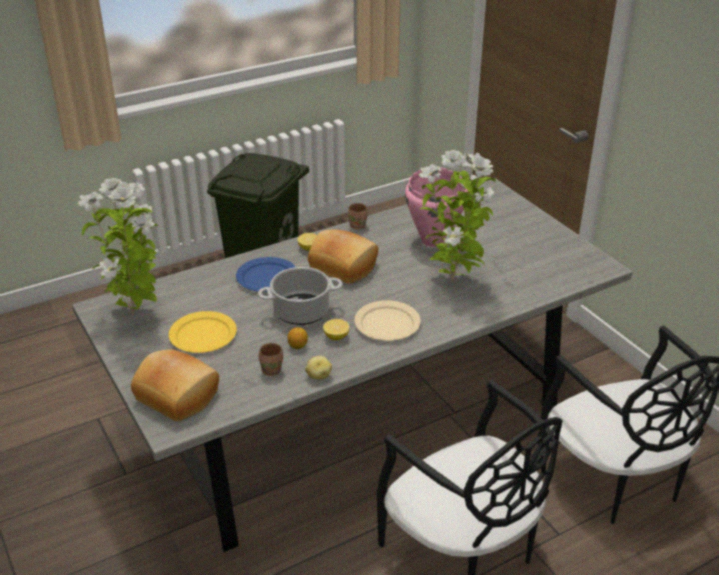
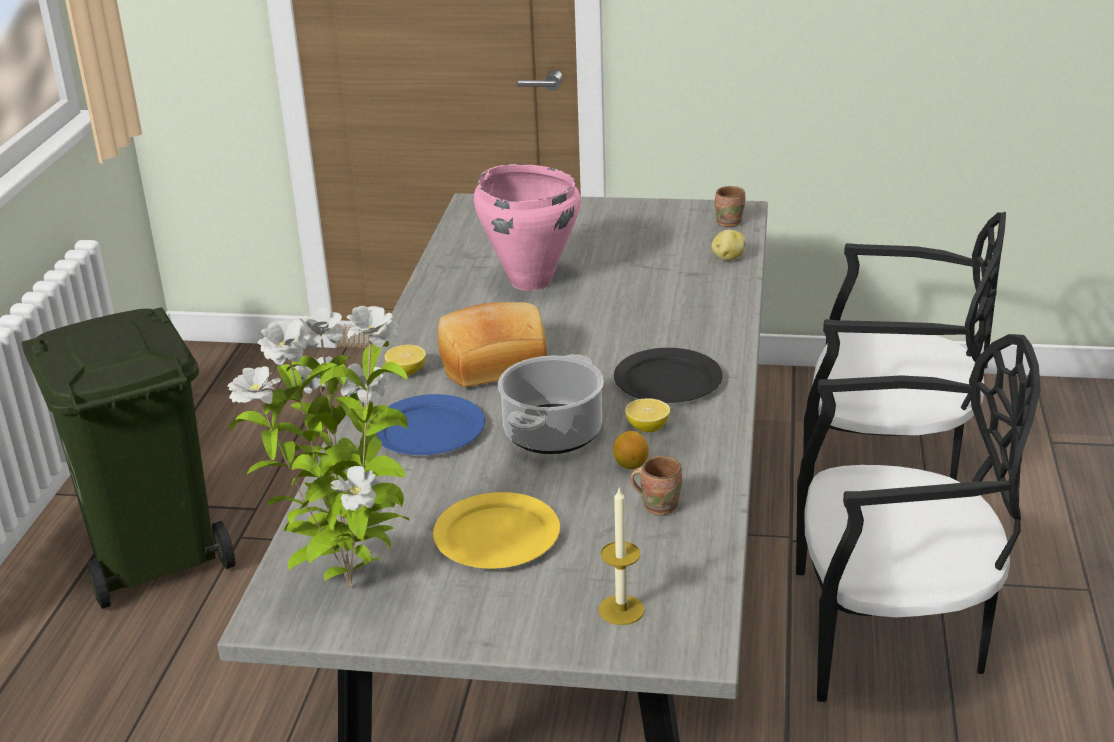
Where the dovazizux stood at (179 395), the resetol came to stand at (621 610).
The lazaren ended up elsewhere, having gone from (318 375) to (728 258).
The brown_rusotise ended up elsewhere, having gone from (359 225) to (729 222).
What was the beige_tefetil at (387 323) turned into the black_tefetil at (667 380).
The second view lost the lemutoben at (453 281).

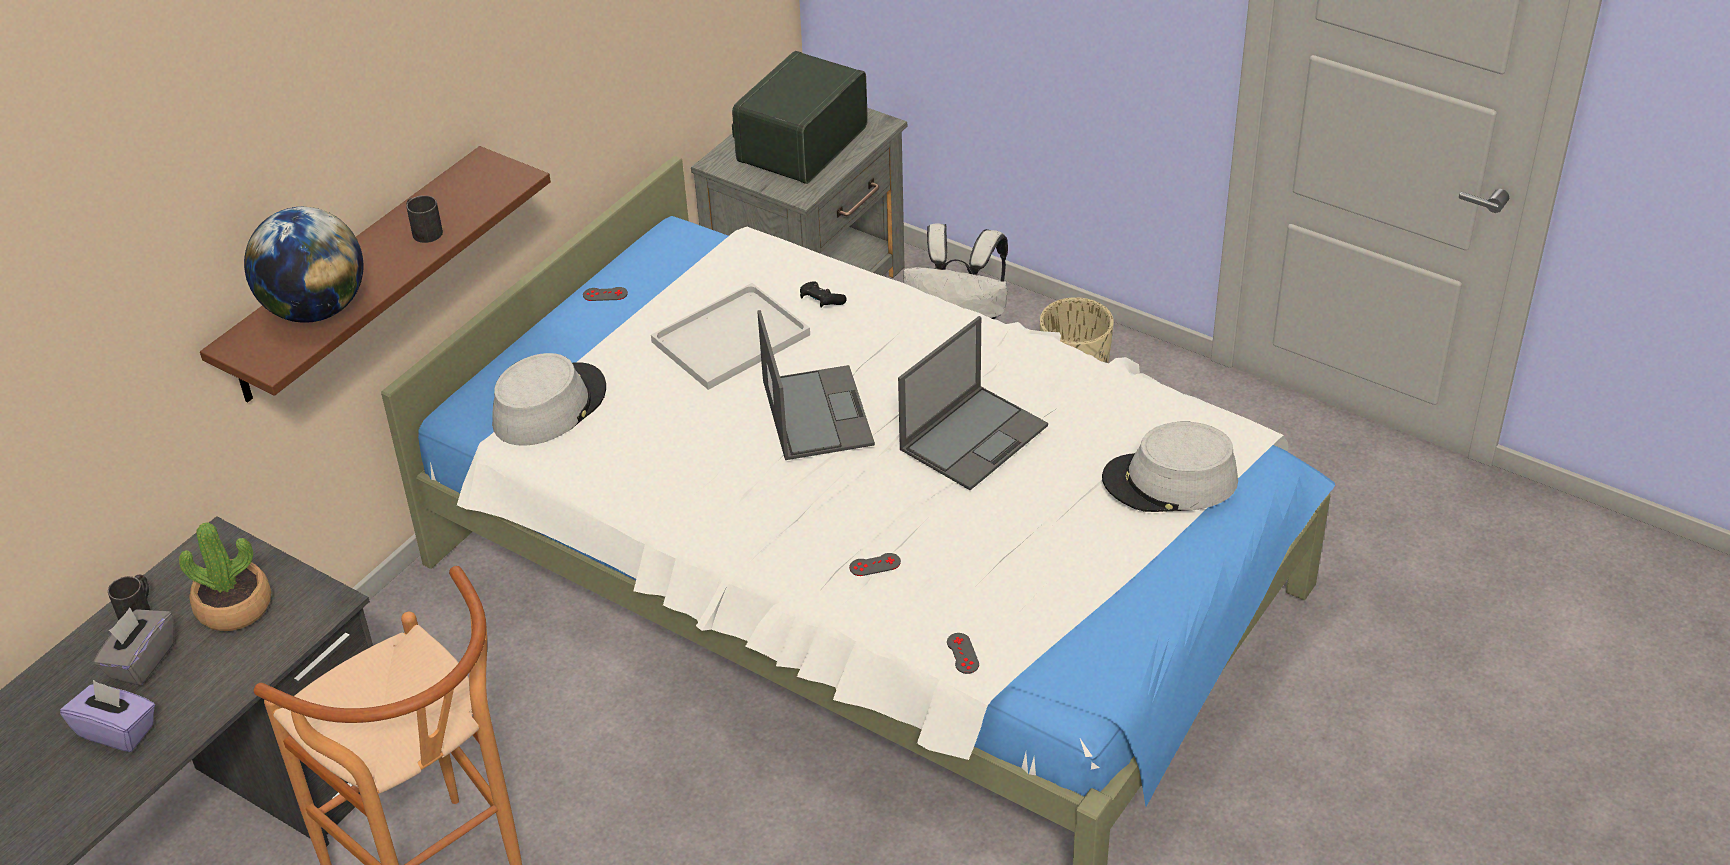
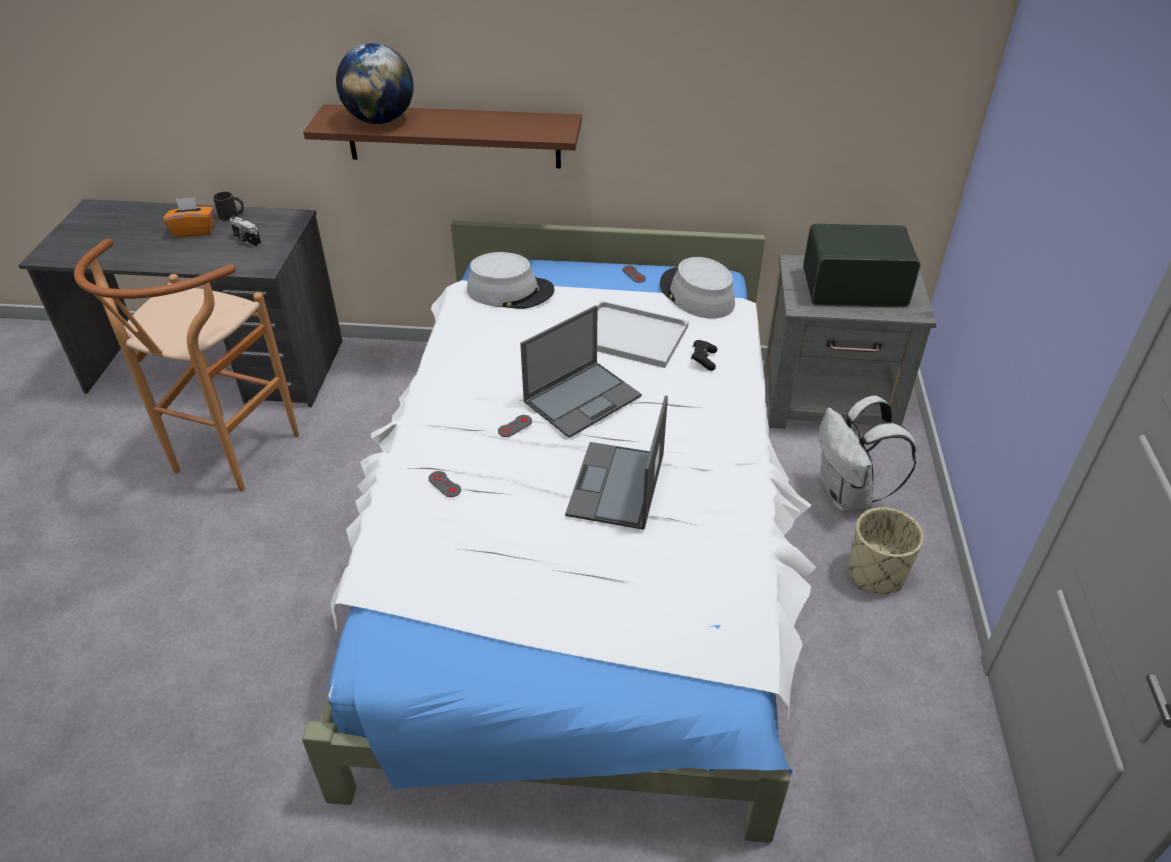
The second view lost the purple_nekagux at (117 731).
What was the grey_nekagux at (141 661) turned into the orange_nekagux at (194 231).
Where the lemutoben stood at (234 606), the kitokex came to stand at (247 241).
The second view lost the black_rusotise at (423 230).
The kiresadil at (974 436) ended up facing another way, 90 degrees clockwise from before.
The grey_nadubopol ended up elsewhere, having gone from (962 653) to (515 426).
The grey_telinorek ended up elsewhere, having gone from (1170 481) to (696 294).

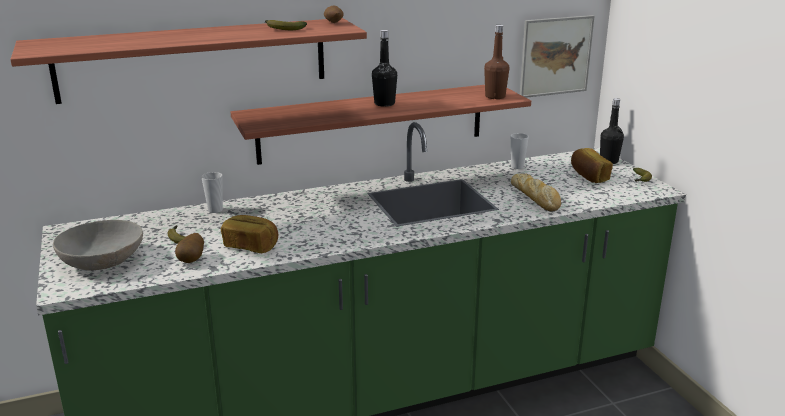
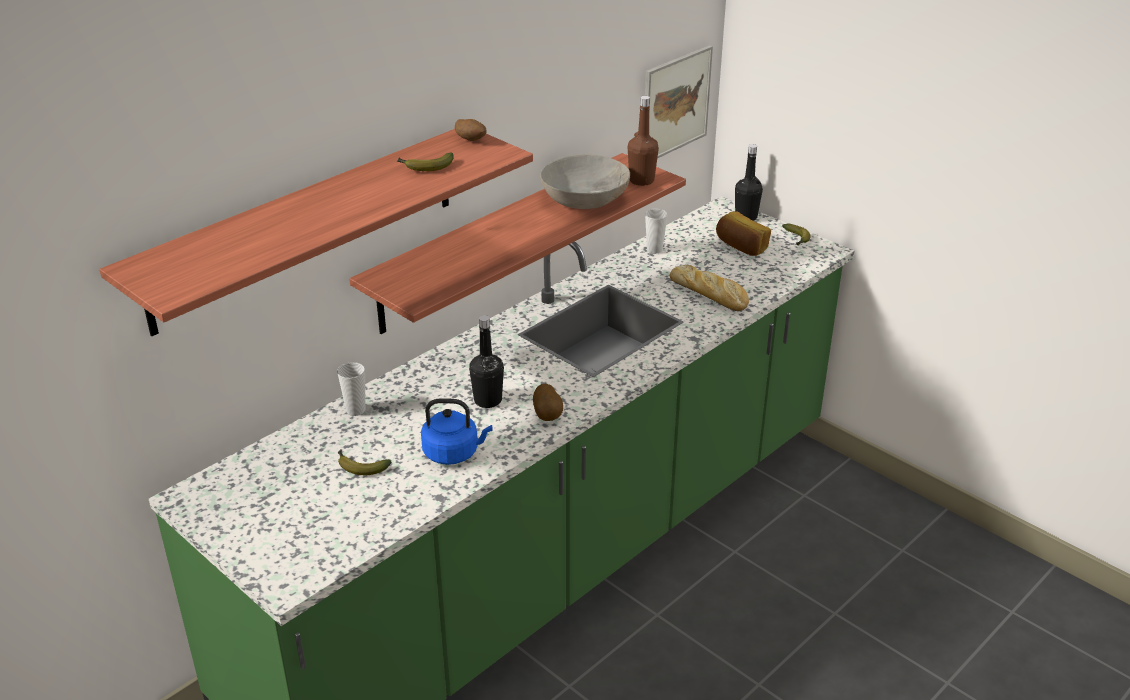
The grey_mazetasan ended up elsewhere, having gone from (103 260) to (585 199).
The lazaren ended up elsewhere, having gone from (192 260) to (548 415).
Where the dovazizux stood at (251 246), the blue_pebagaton came to stand at (454 453).
The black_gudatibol ended up elsewhere, having gone from (384 104) to (488 400).

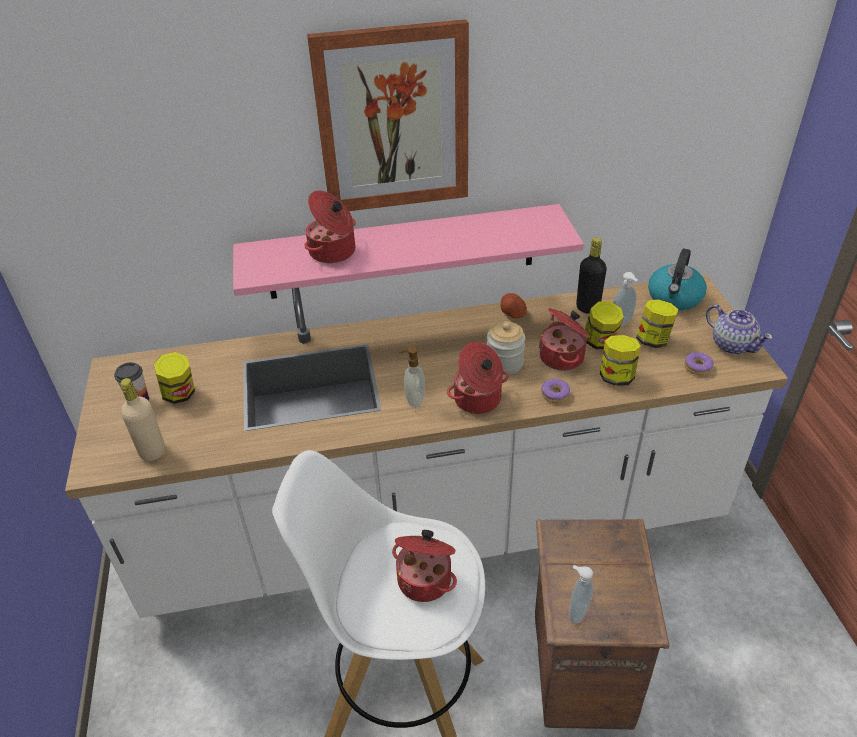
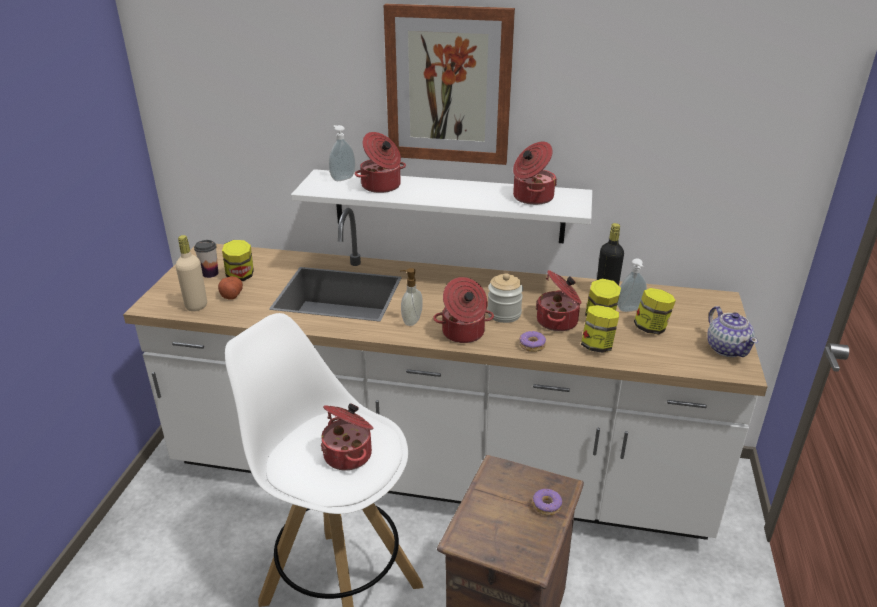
What was the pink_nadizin at (402 252) turned into the white_nadizin at (448 206).
The lazaren ended up elsewhere, having gone from (512 312) to (231 294).
The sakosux ended up elsewhere, having gone from (576 611) to (342 178).
The second view lost the pebagaton at (674 298).
The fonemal ended up elsewhere, having gone from (697 367) to (547 506).
The second view gained the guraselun at (531 197).

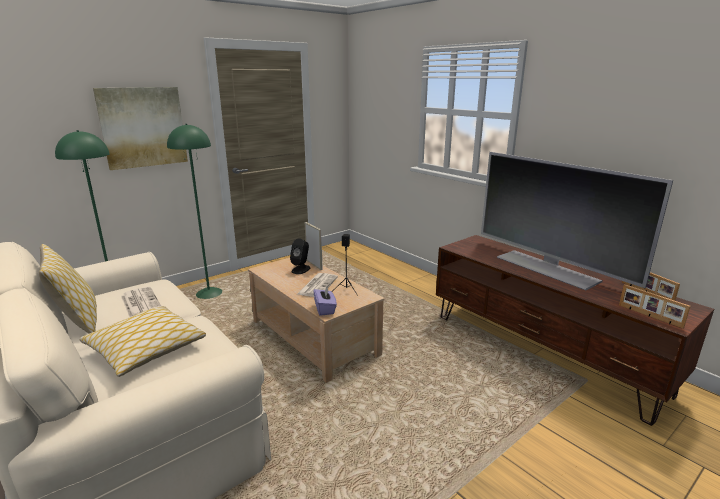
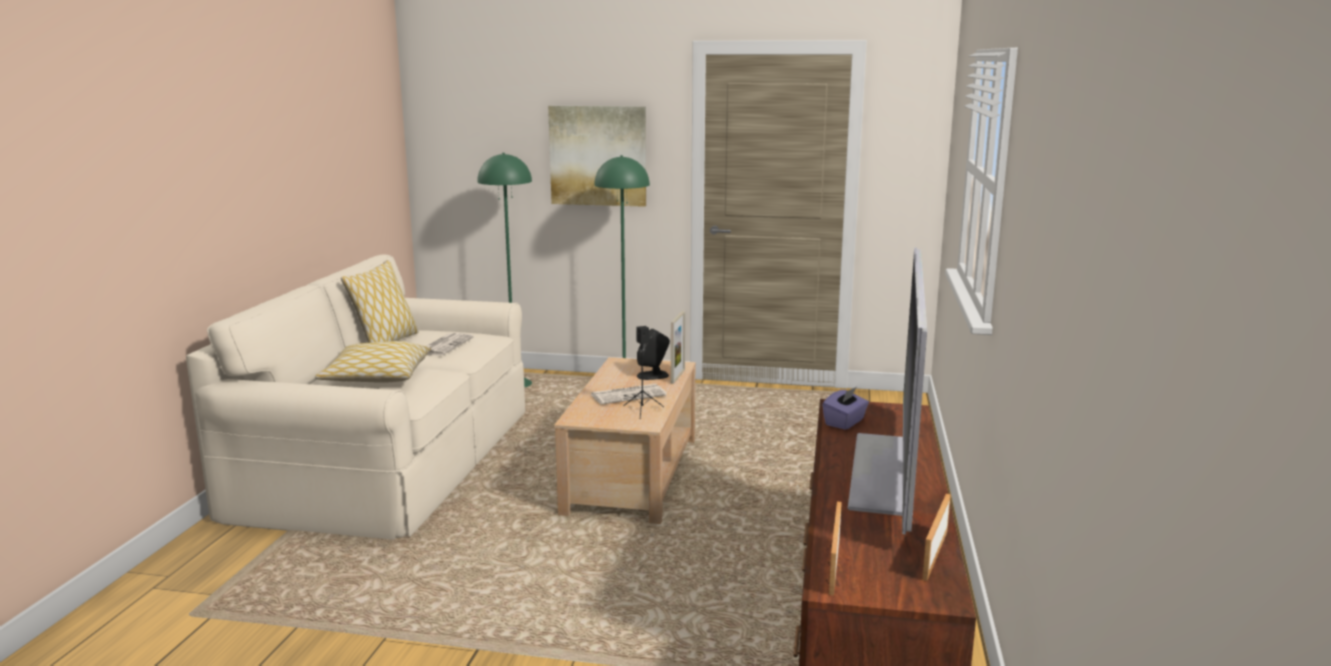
The purple_nekagux ended up elsewhere, having gone from (325 309) to (845 422).

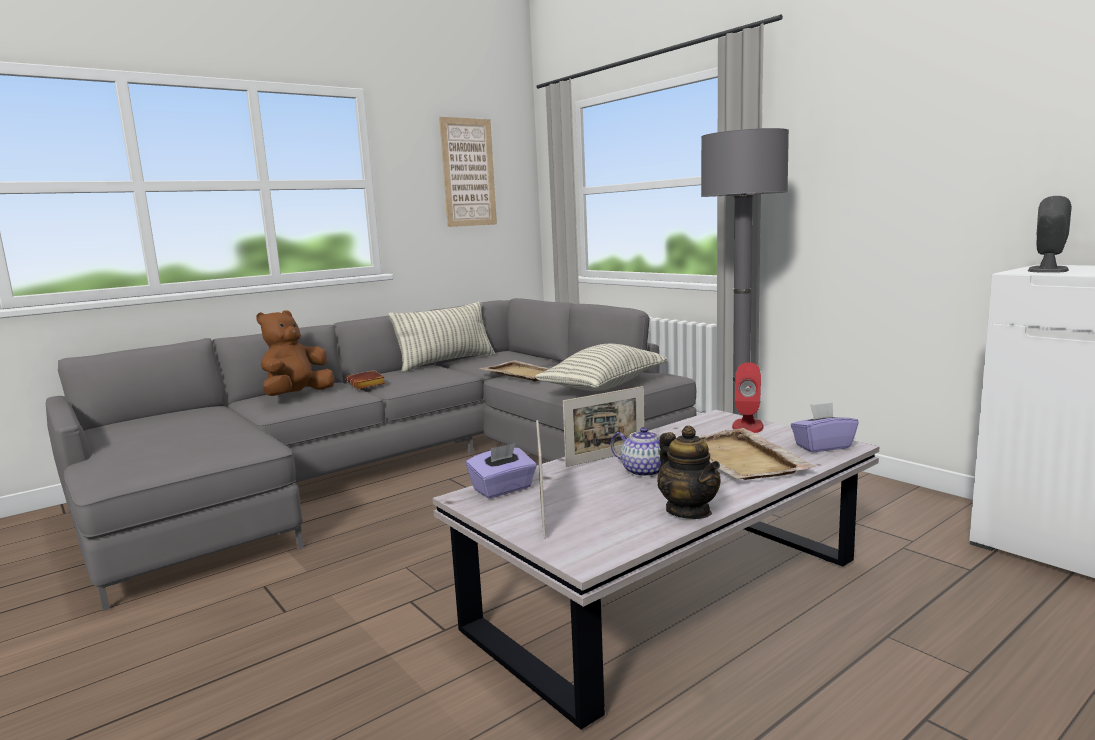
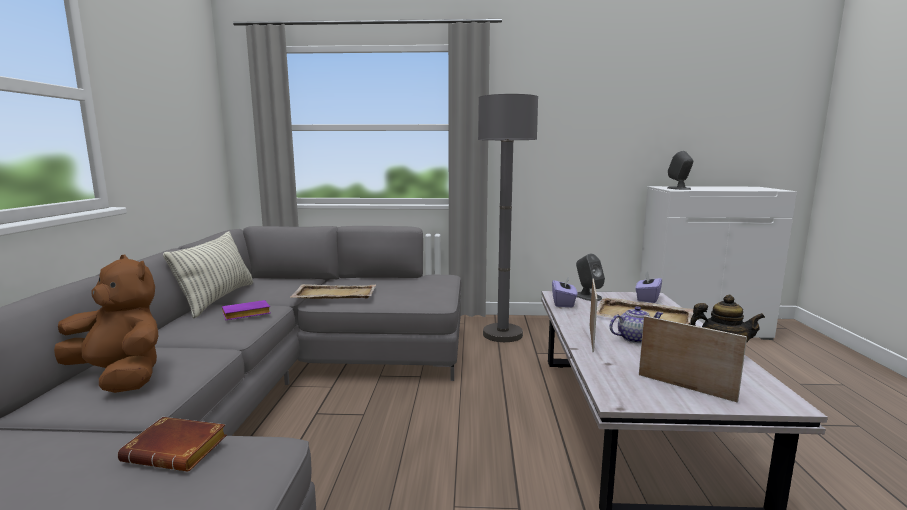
The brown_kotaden at (297 396) ended up facing another way, 135 degrees clockwise from before.
The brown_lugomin ended up elsewhere, having gone from (367 384) to (179 450).
The second view lost the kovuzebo at (468 172).
The purple_nekagux ended up elsewhere, having gone from (503 489) to (563 303).
The second view lost the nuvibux at (604 387).
What was the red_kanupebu at (747 426) turned into the grey_kanupebu at (587 296).
The second view gained the purple_lugomin at (245 315).

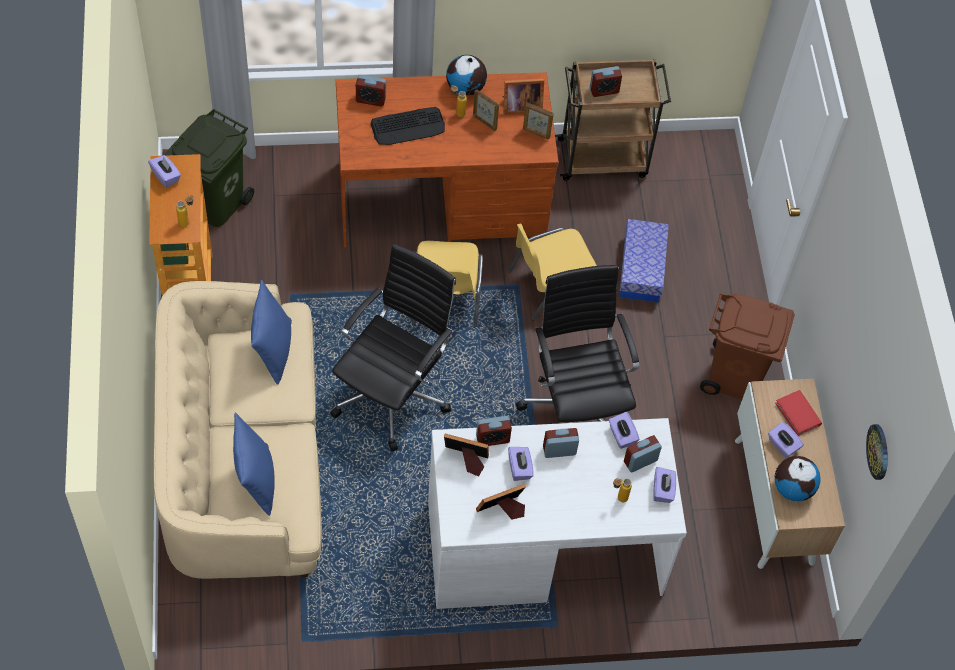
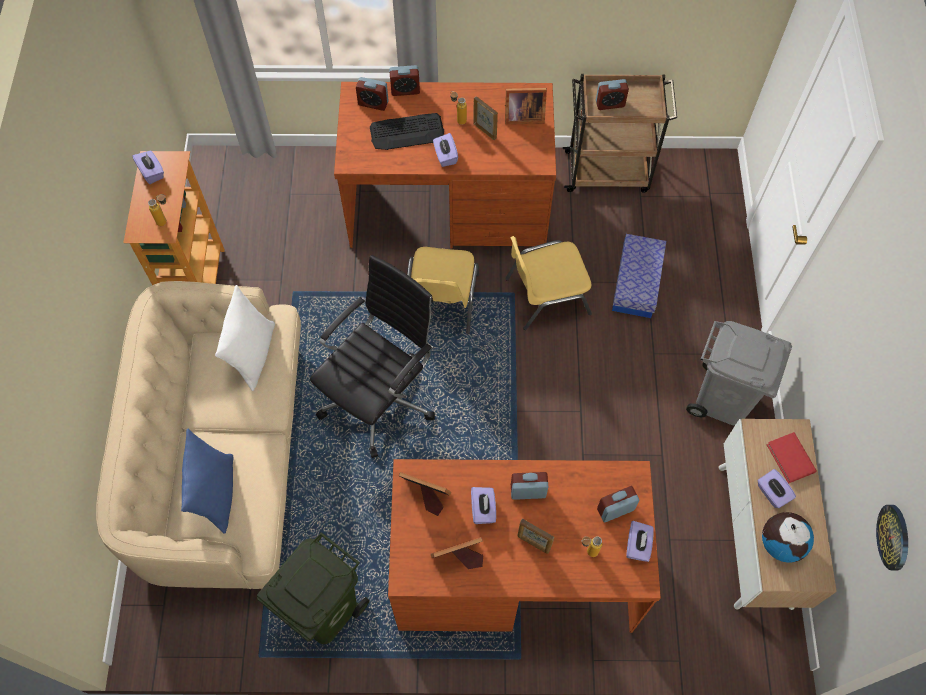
The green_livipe ended up elsewhere, having gone from (214 203) to (323 610).
What was the blue_nuvibux at (273 351) turned into the white_nuvibux at (253 355).
What was the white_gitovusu at (543 546) turned into the brown_gitovusu at (513 569).
The second view lost the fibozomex at (466 88).
The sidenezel ended up elsewhere, having gone from (492 439) to (405 90).
The second view lost the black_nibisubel at (577 409).
The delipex ended up elsewhere, having gone from (536 133) to (533 543).
The purple_nekagux ended up elsewhere, having gone from (622 436) to (445 156).
What was the brown_livipe at (734 377) turned into the grey_livipe at (722 400).

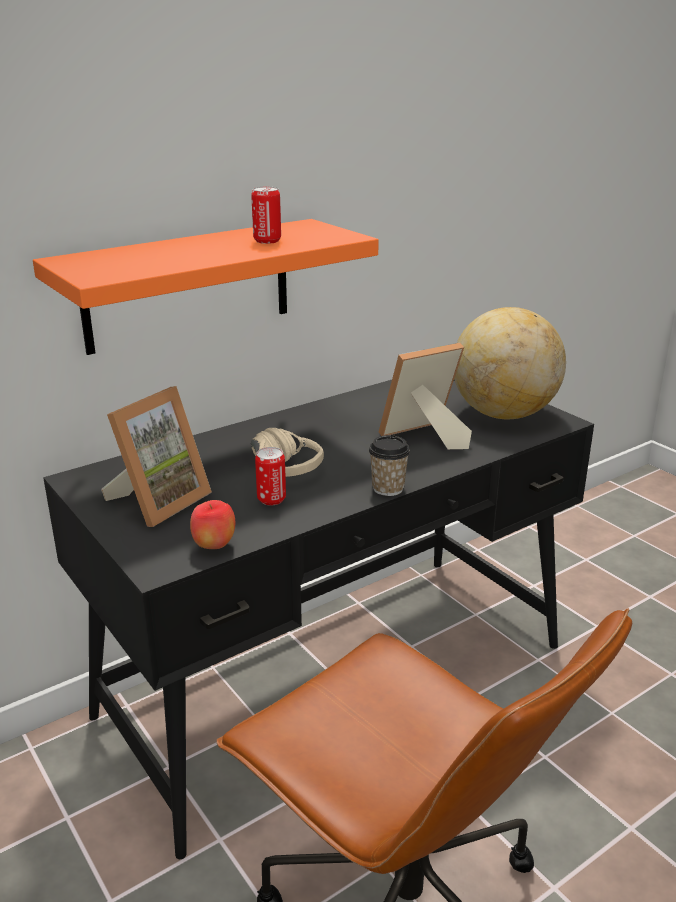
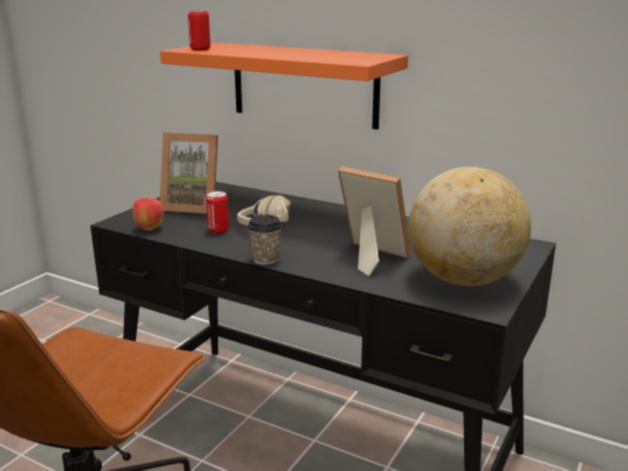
The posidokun ended up elsewhere, having gone from (267 241) to (200 49).

